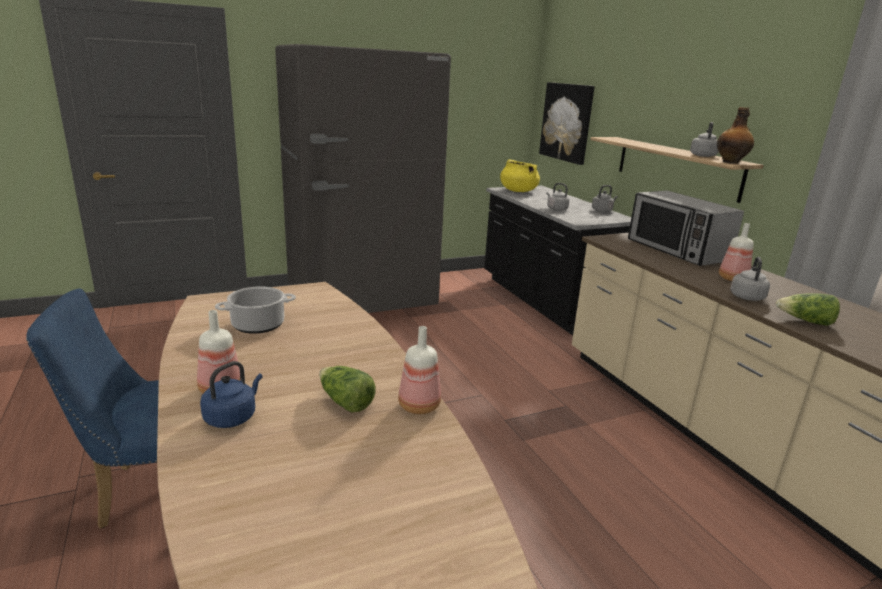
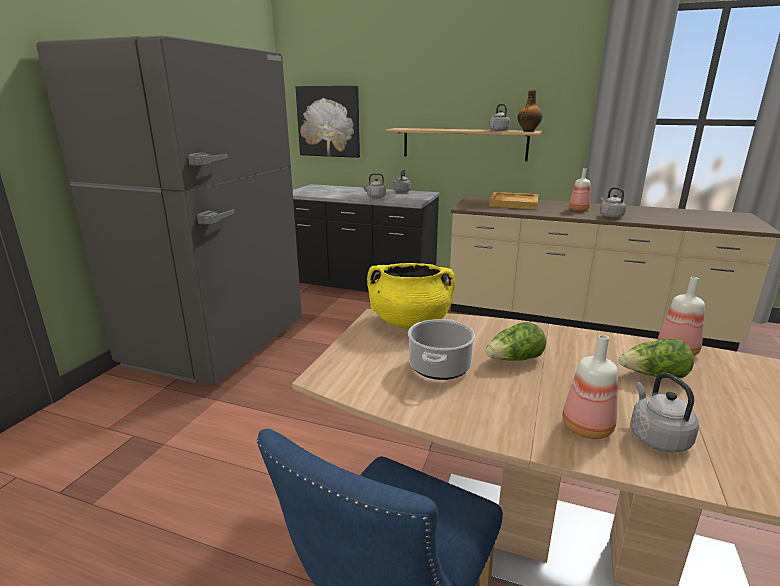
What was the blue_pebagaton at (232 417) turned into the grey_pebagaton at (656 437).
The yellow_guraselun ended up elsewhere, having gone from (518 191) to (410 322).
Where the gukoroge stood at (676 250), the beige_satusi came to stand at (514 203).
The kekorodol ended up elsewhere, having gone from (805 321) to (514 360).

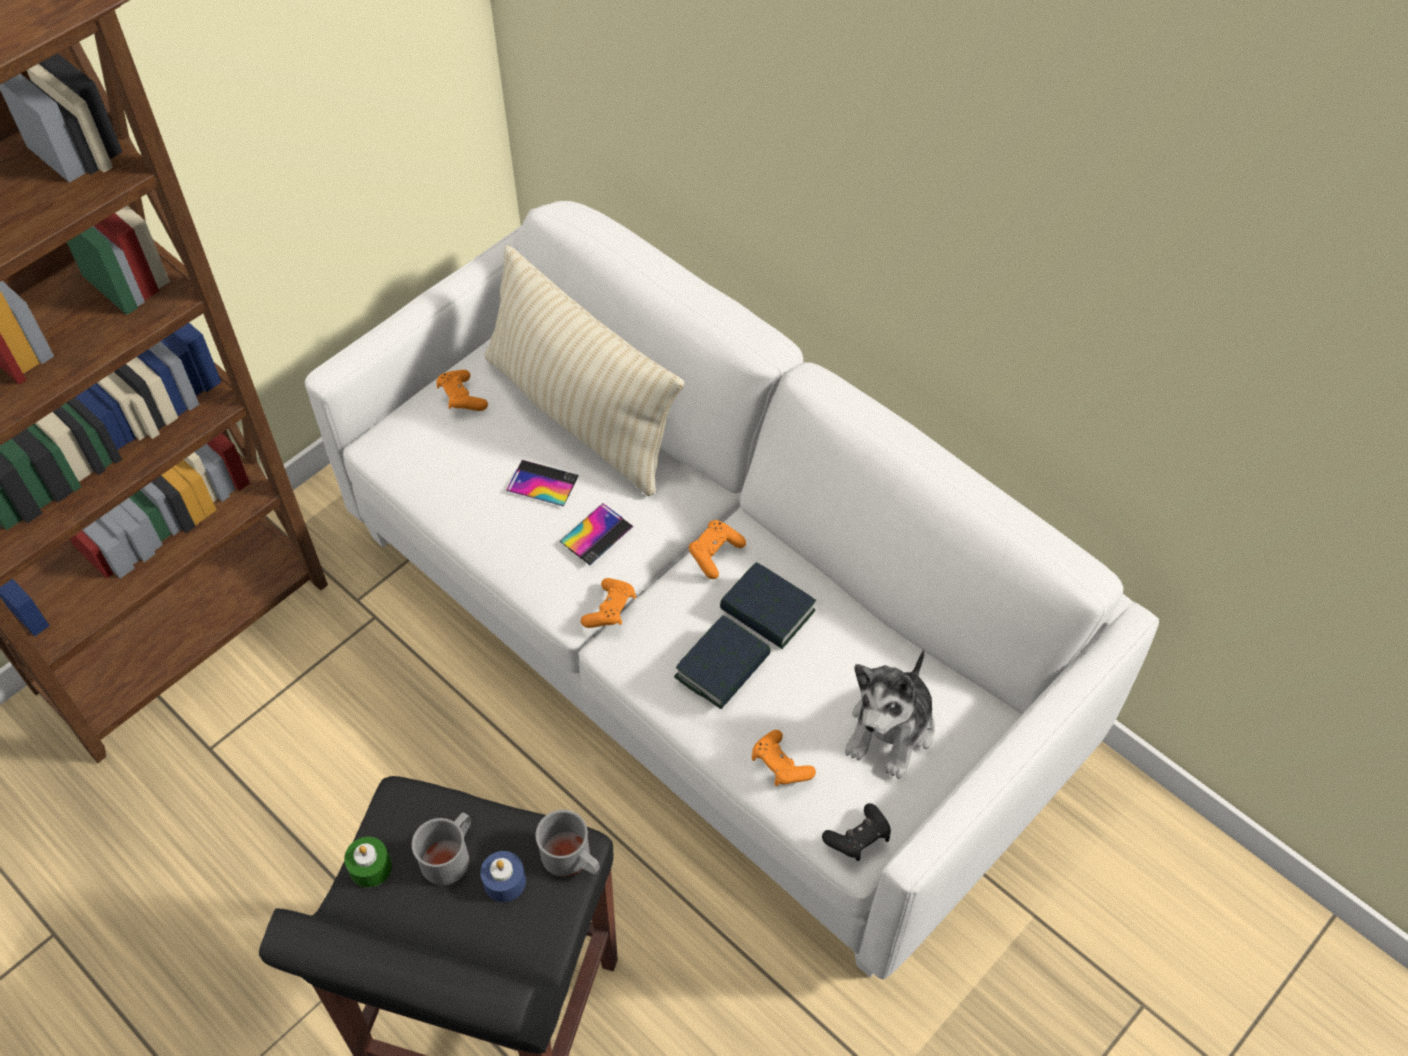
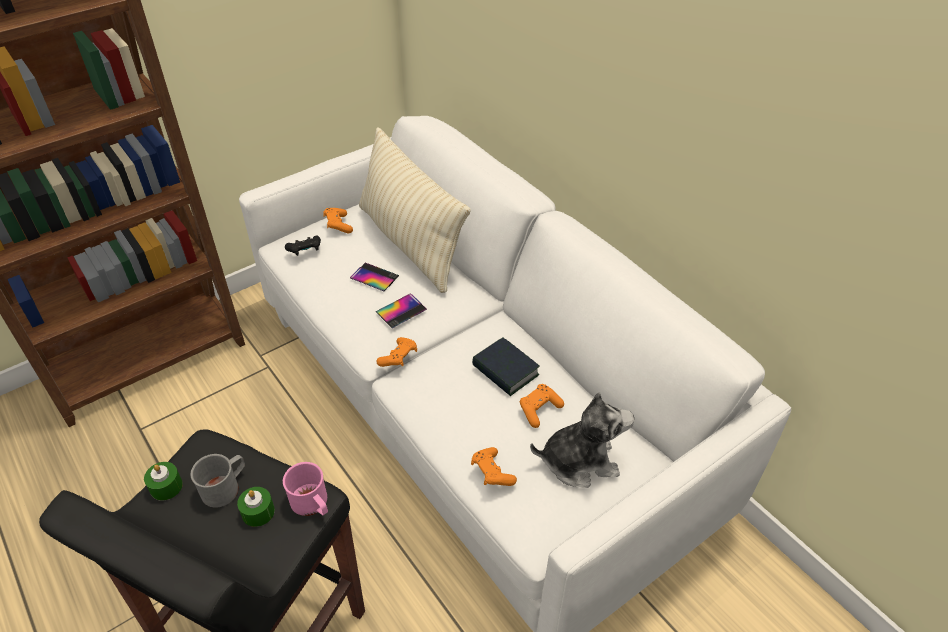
What was the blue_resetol at (504 881) turned into the green_resetol at (258 512).
What was the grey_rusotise at (572 859) turned into the pink_rusotise at (312 504).
The second view lost the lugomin at (723 667).
The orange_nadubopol ended up elsewhere, having gone from (715 554) to (539 410).
The black_nadubopol ended up elsewhere, having gone from (858 838) to (305 251).
The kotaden at (891 729) ended up facing another way, 135 degrees counterclockwise from before.

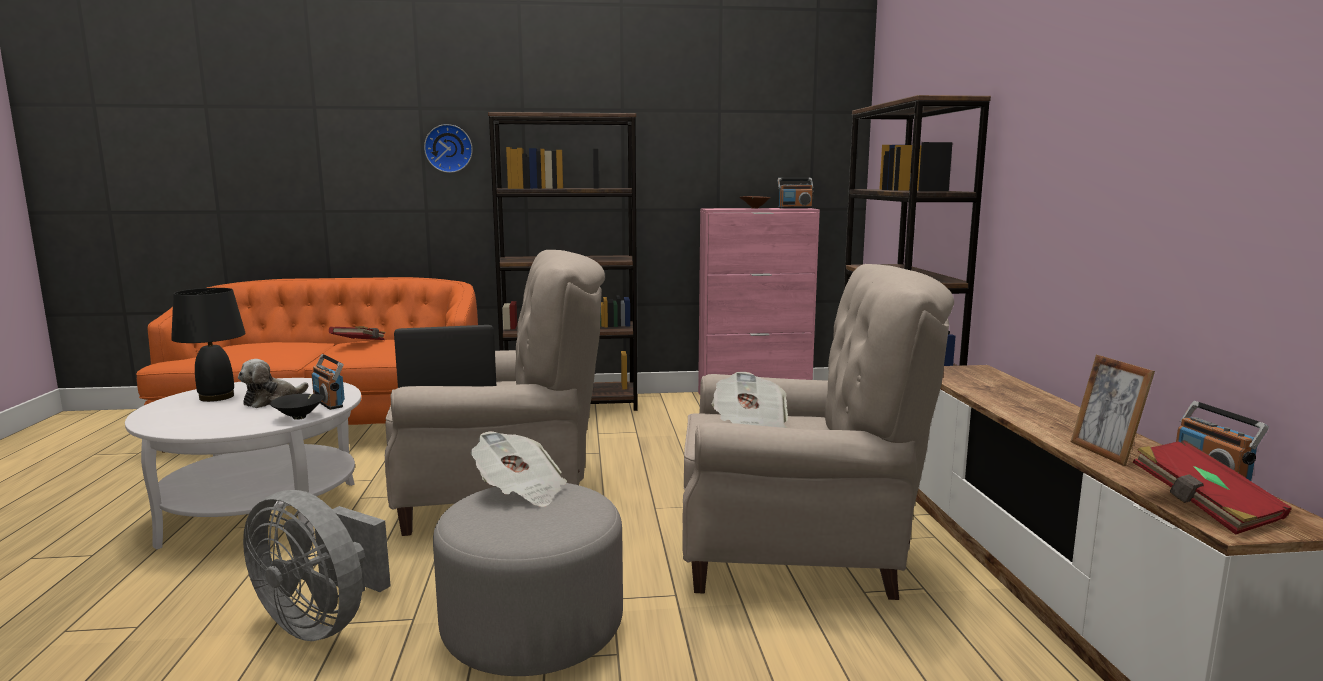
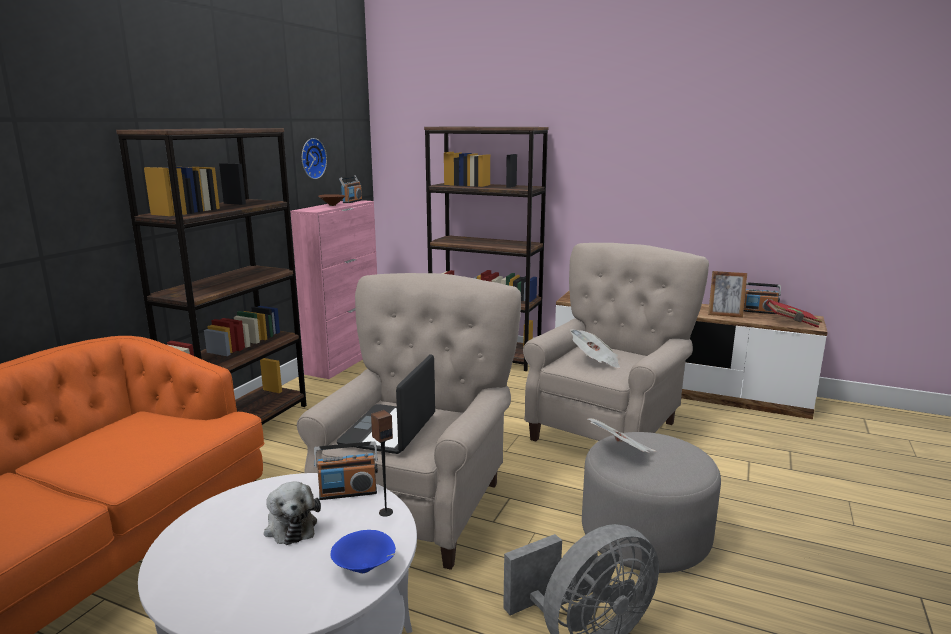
The second view lost the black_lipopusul at (216 397).
Where the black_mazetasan stood at (300 417), the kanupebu came to stand at (385 512).
The second view lost the red_lugomin at (360 344).
The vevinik ended up elsewhere, having gone from (449 148) to (311 158).
The second view gained the blue_mazetasan at (365 569).

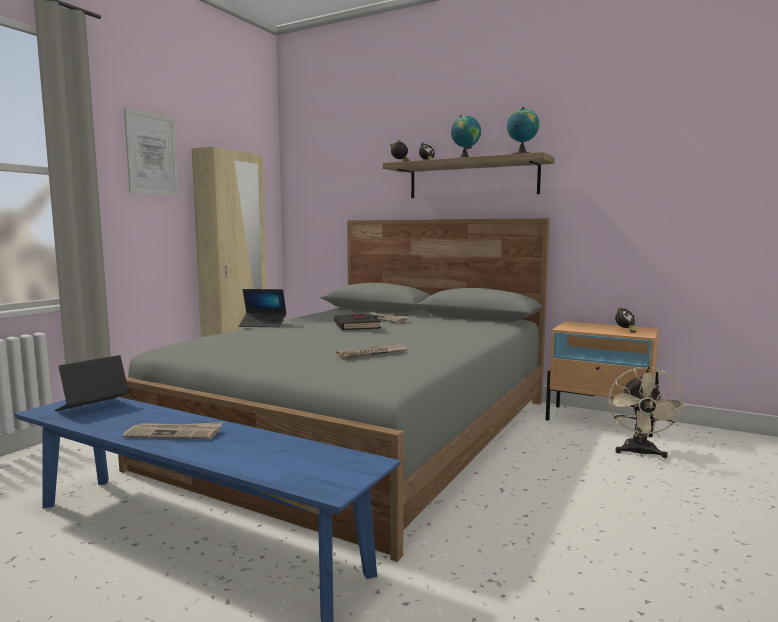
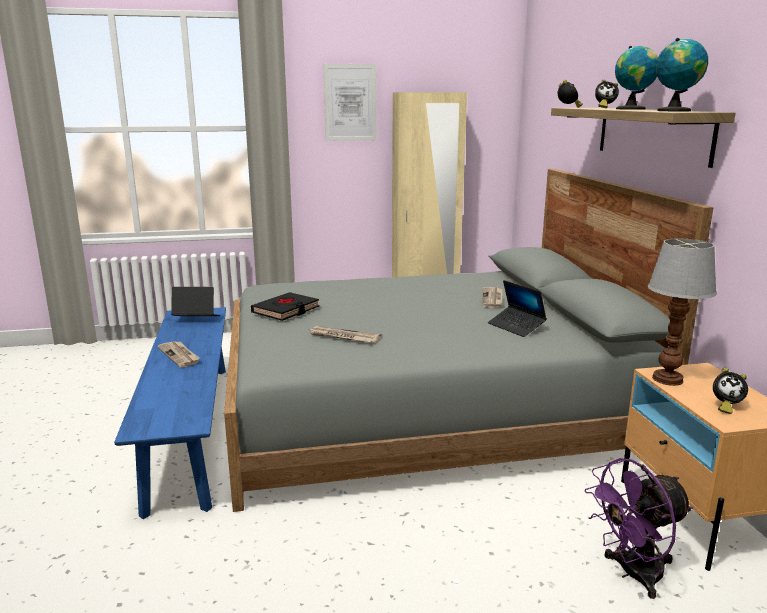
The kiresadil ended up elsewhere, having gone from (263 324) to (516 327).
The black_lugomin ended up elsewhere, having gone from (357 326) to (286 310).
What was the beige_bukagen at (640 453) turned into the purple_bukagen at (632 574).
The second view gained the lipopusul at (667 379).

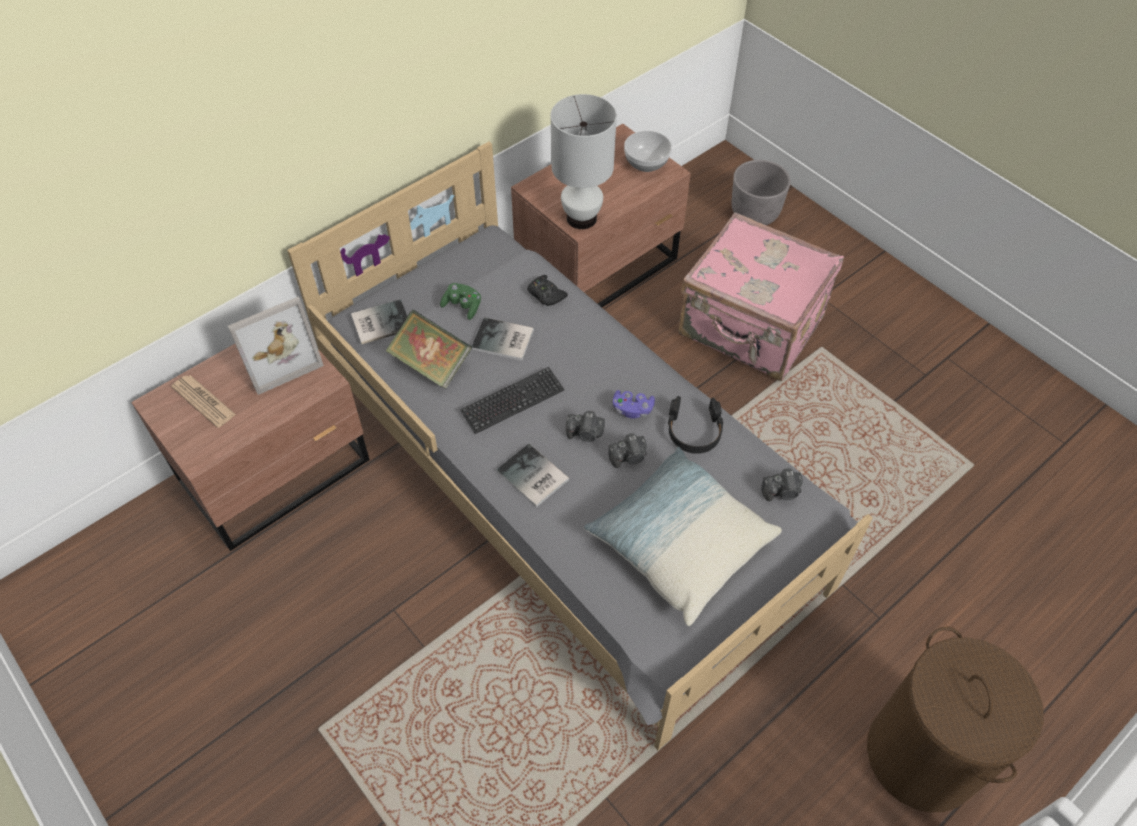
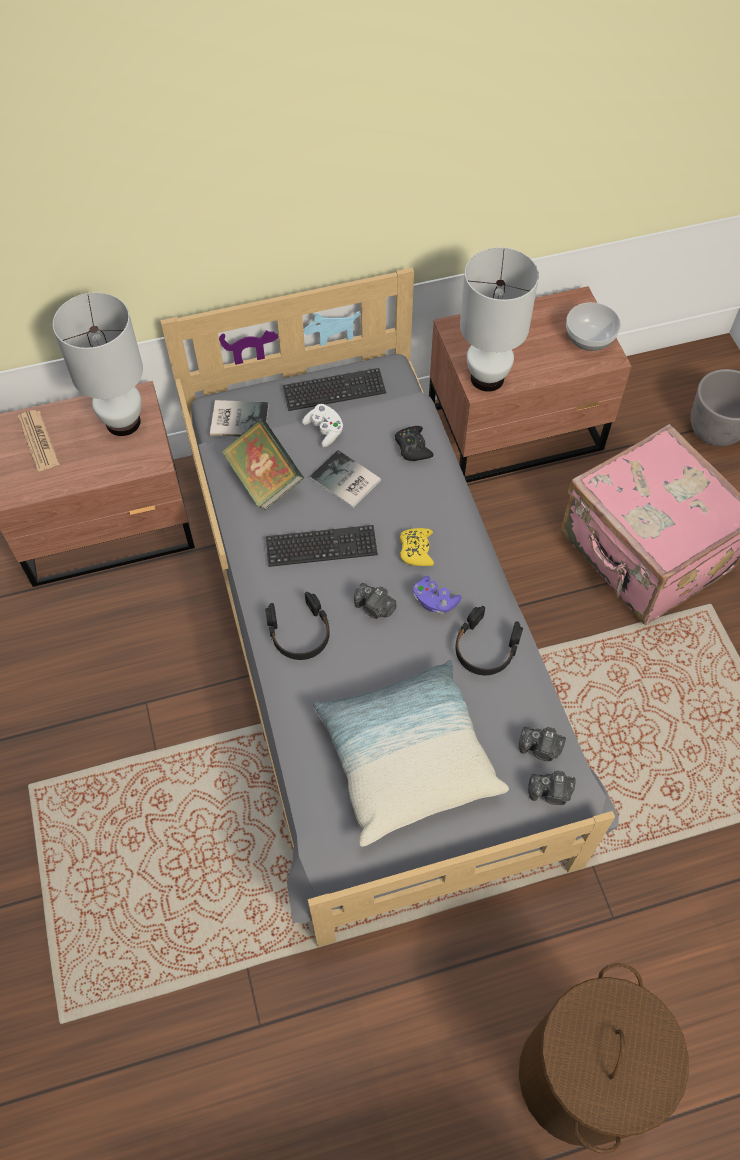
Where the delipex stood at (278 357), the white_lipopusul came to stand at (124 422).
What was the green_nadubopol at (463 306) turned into the white_nadubopol at (324 430).
Where the lugomin stood at (532 478), the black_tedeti came to stand at (299 633).
The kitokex ended up elsewhere, having gone from (629 457) to (551 792).
The second view gained the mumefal at (334 391).
The second view gained the yellow_nadubopol at (416 550).

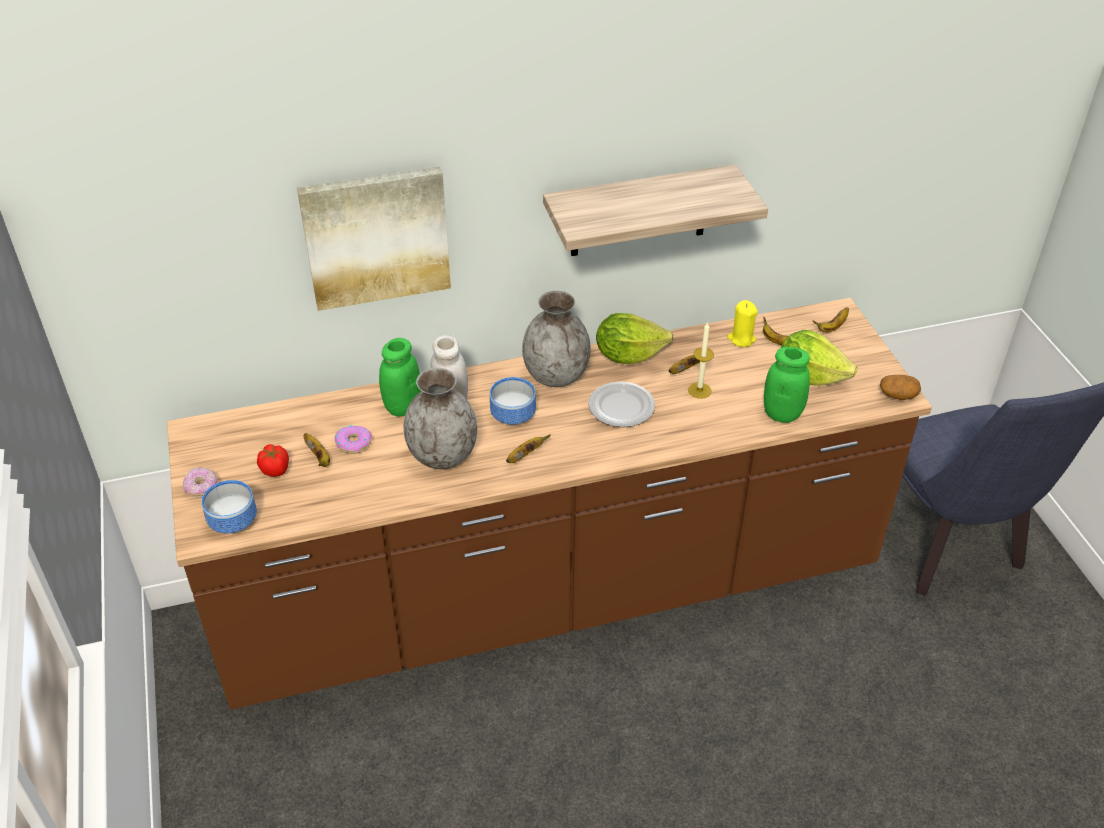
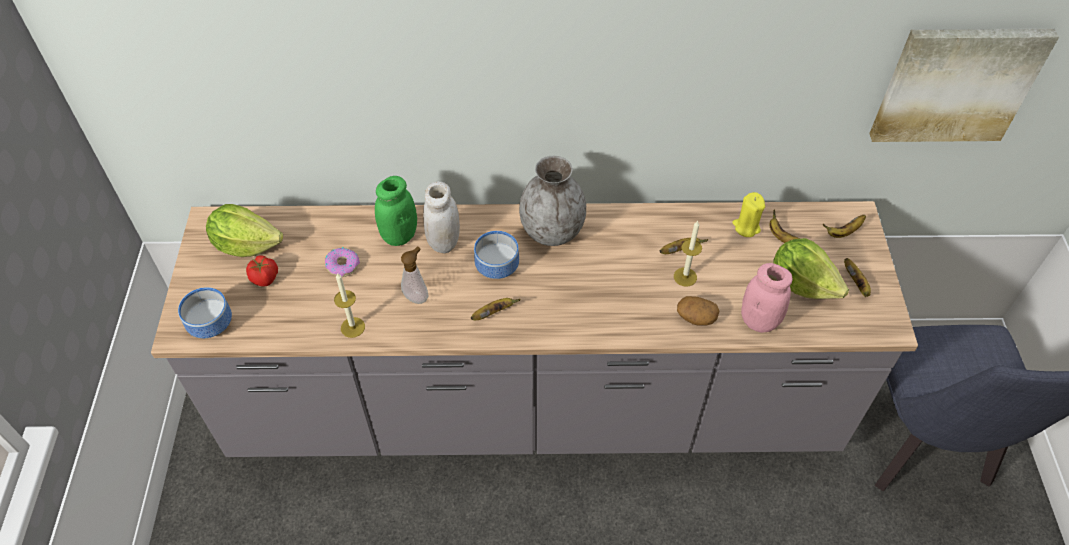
What was the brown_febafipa at (552 596) turned into the grey_febafipa at (534 409).
The second view lost the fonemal at (201 488).
The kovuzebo ended up elsewhere, having gone from (376 236) to (956 84).
The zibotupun ended up elsewhere, having gone from (319 457) to (856 284).
Where the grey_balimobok stood at (442 455), the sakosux came to stand at (417 296).
The second view lost the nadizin at (639 211).
The second view lost the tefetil at (622 407).
The kekorodol ended up elsewhere, having gone from (628 355) to (246 245).
What was the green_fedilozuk at (782 414) turned into the pink_fedilozuk at (759 321).
The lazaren ended up elsewhere, having gone from (898 395) to (696 317).
The second view gained the resetol at (352 327).

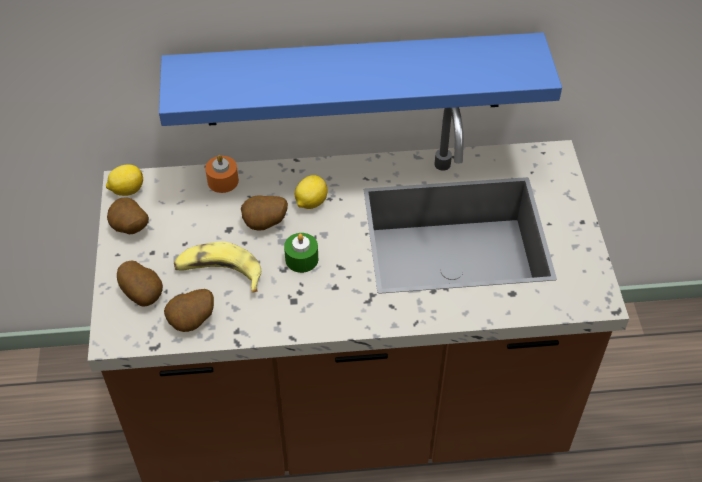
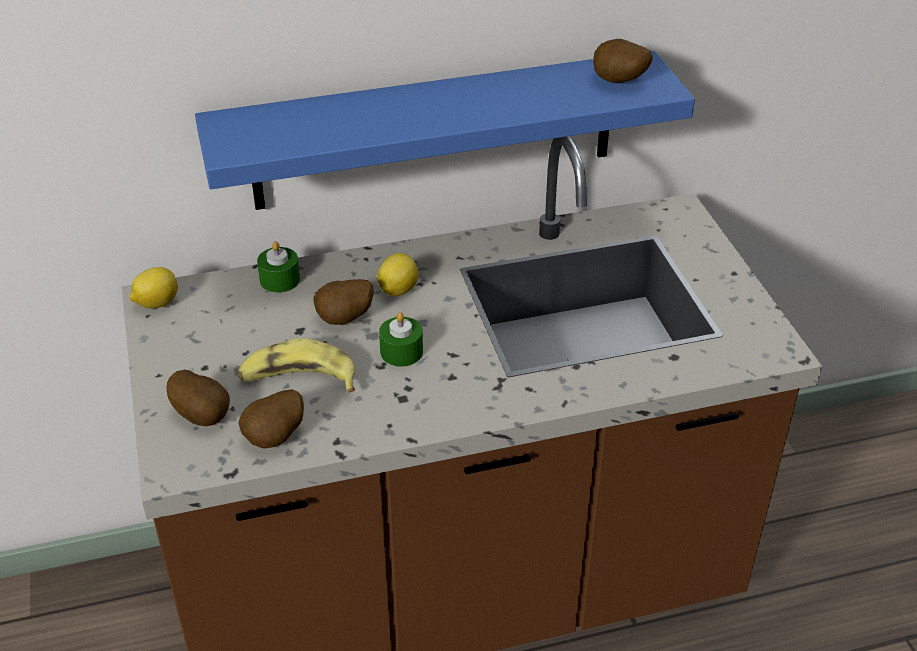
The lazaren ended up elsewhere, having gone from (130 229) to (618 83).
What was the orange_resetol at (223 181) turned into the green_resetol at (280 280).

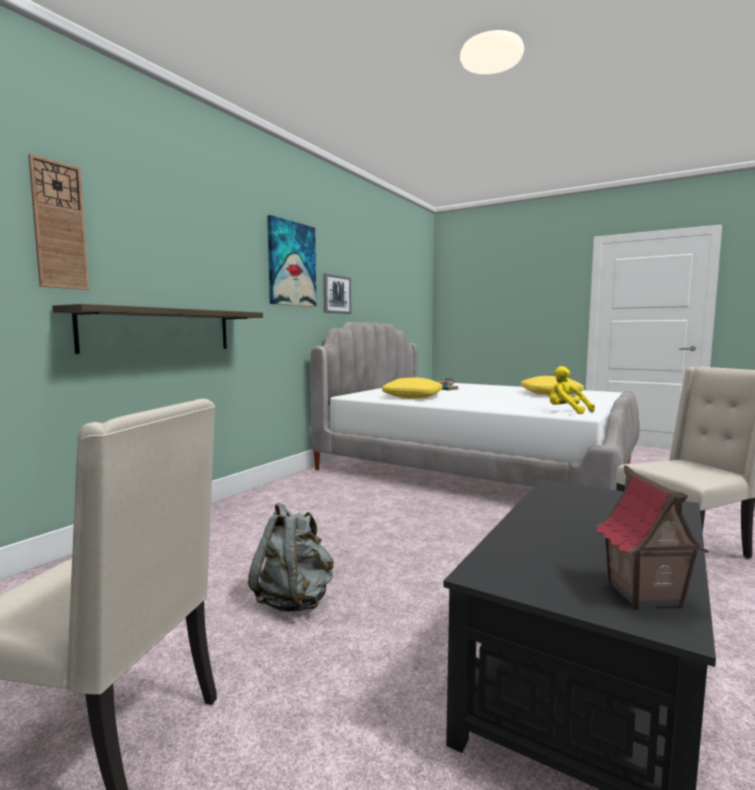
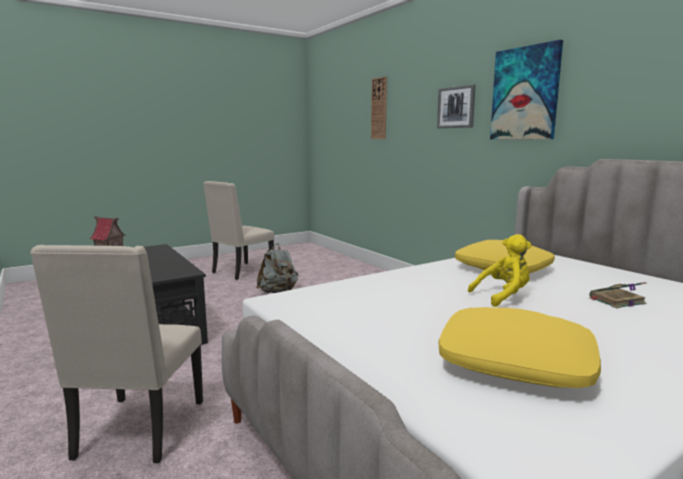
The second view lost the nadizin at (159 330).
The kovuzebo ended up elsewhere, having gone from (336 294) to (456 107).
The yellow_kotaden ended up elsewhere, having gone from (566 411) to (503 296).

